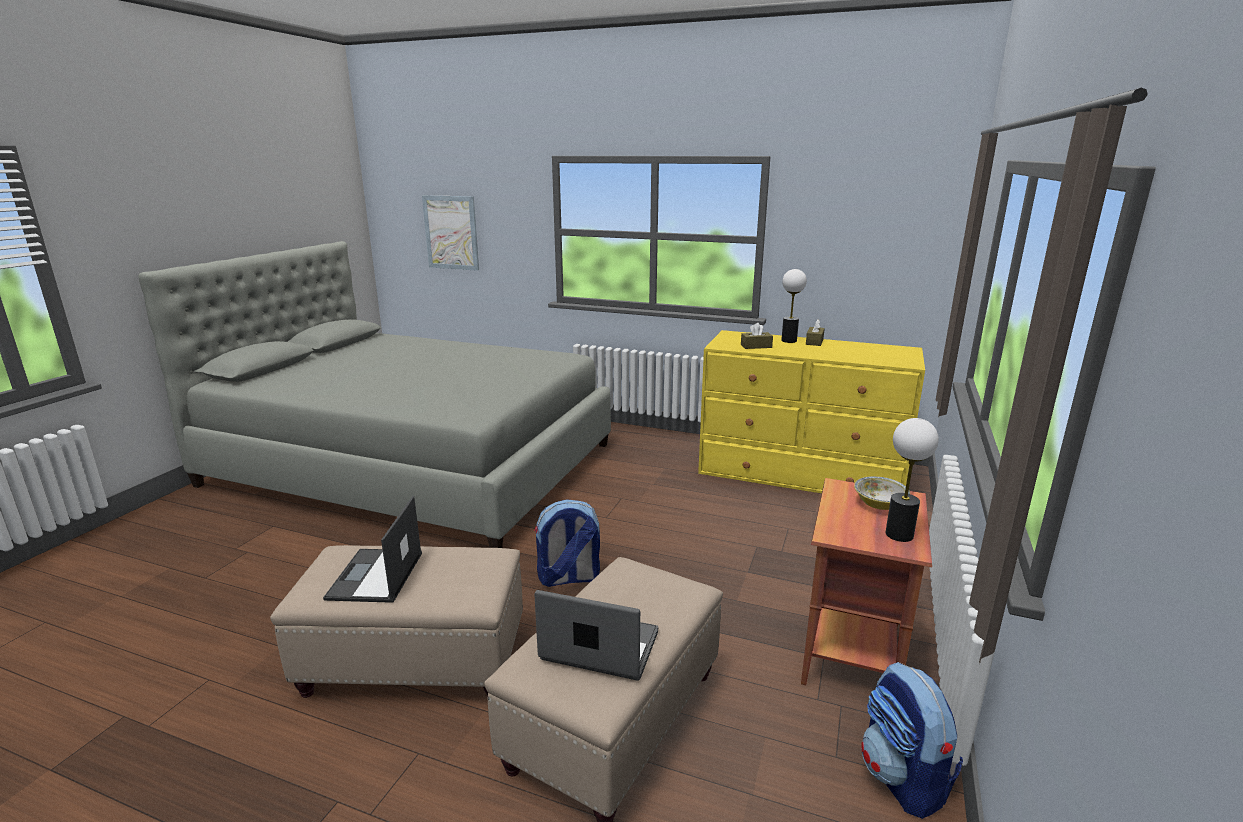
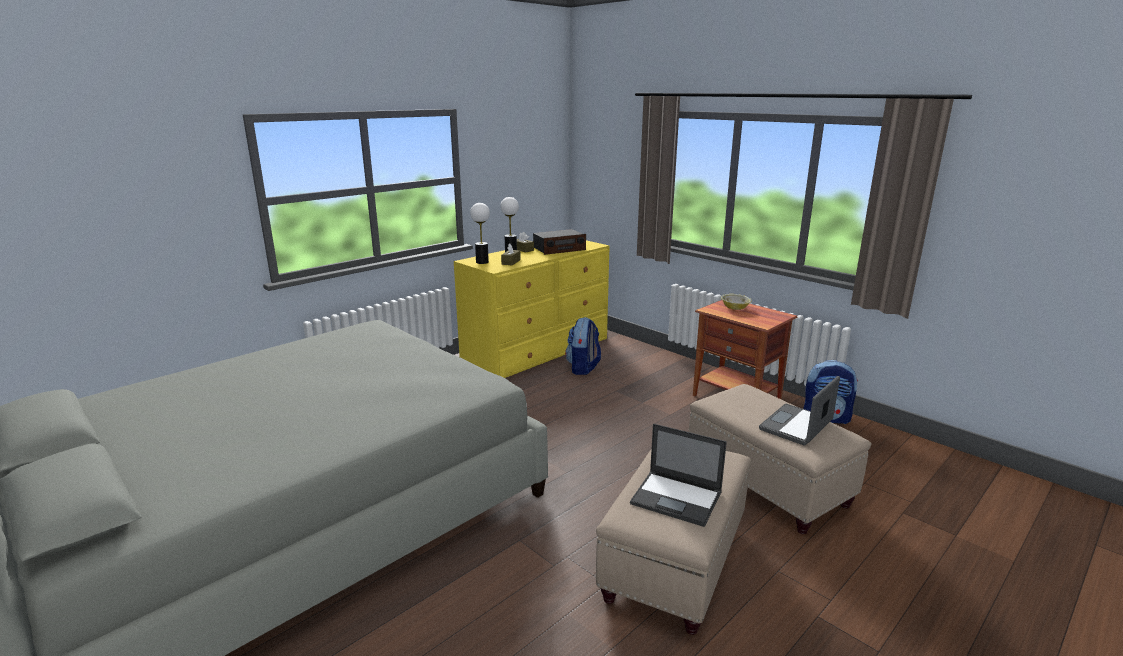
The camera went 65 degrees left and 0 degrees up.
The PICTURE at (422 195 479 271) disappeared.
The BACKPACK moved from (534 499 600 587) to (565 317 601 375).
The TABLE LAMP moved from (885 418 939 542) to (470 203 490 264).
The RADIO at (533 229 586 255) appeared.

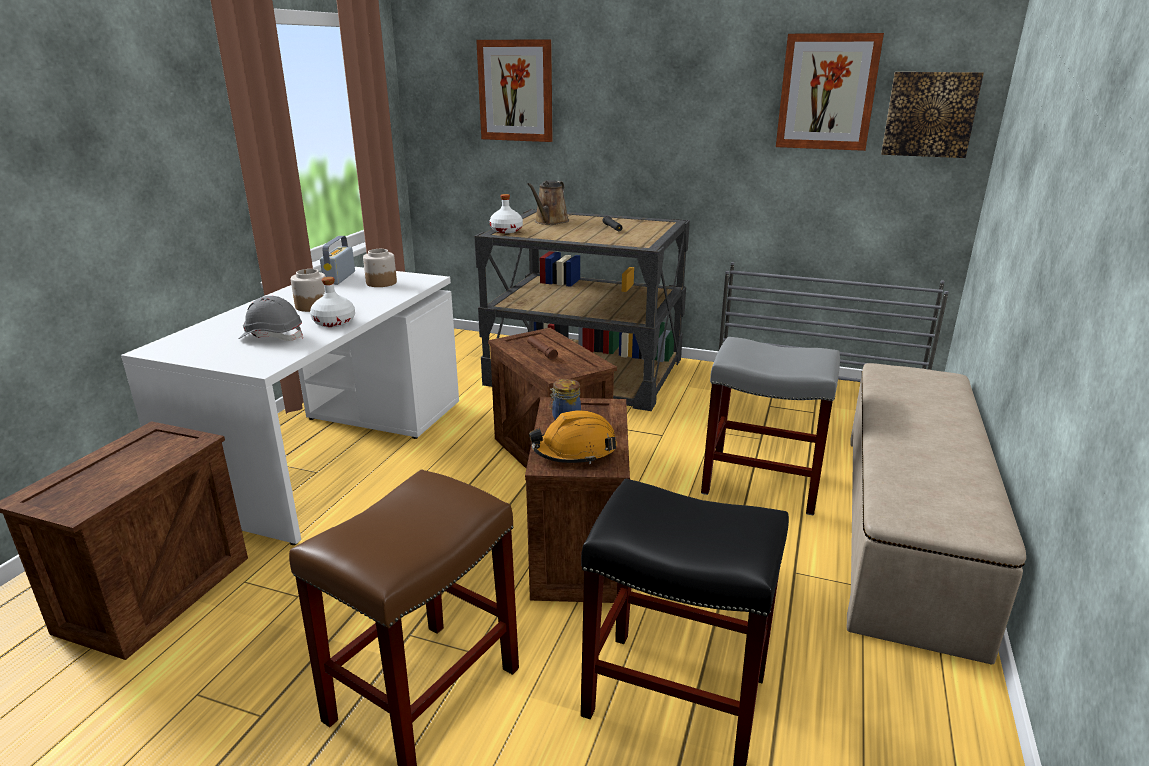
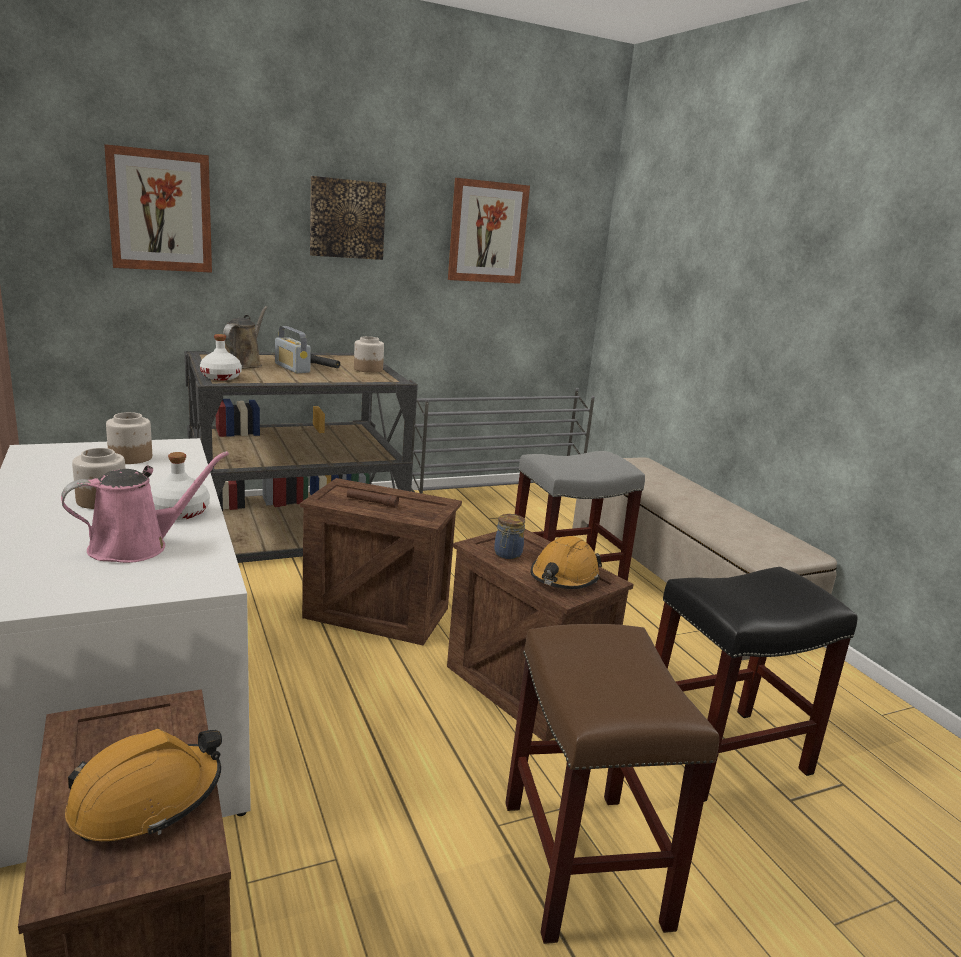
The camera went 45 degrees left and 5 degrees down.
The GREY HARD HAT at (239 296 303 341) was replaced by the PINK WATERING CAN at (61 451 229 563).
The RADIO moved from (320 236 355 285) to (275 326 311 373).
The BROWN WATERING CAN at (527 180 569 225) turned 150 degrees counterclockwise.
The PICTURE moved from (881 72 984 158) to (310 176 386 260).
The ORANGE HARD HAT at (65 729 222 842) appeared.
The JAR at (354 336 384 373) appeared.

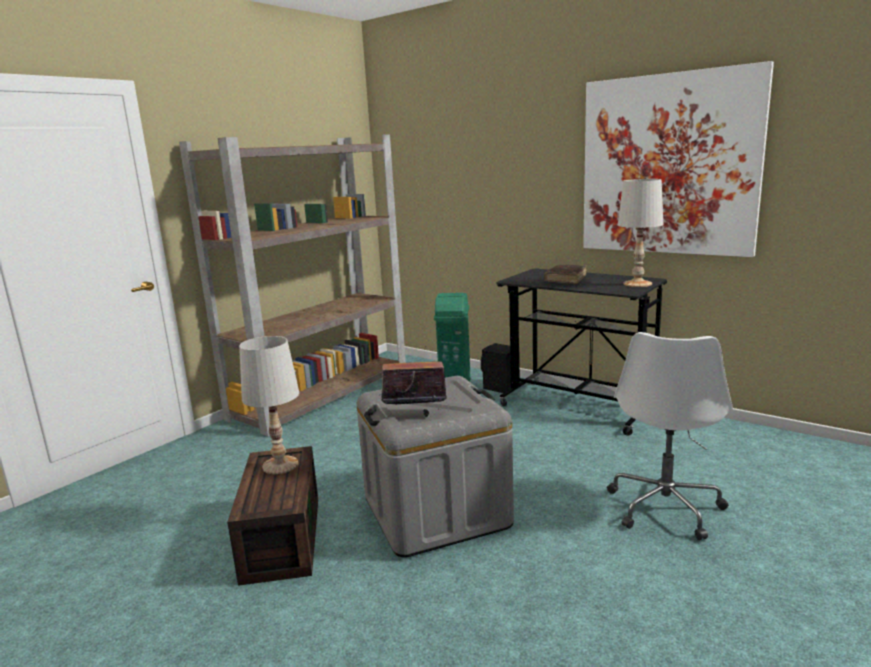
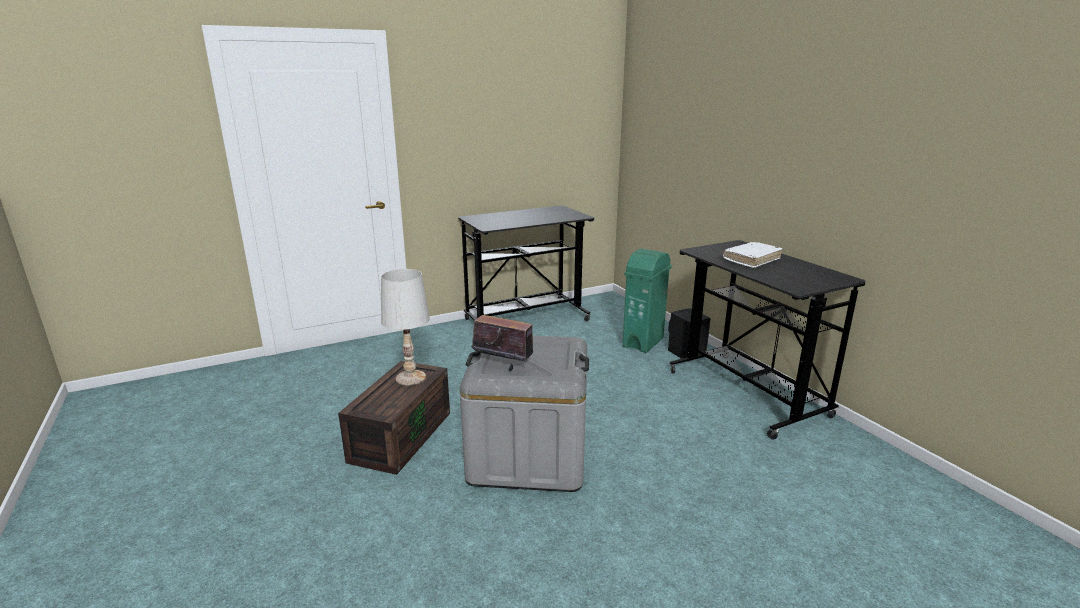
The camera went 25 degrees right and 5 degrees up.
The BROWN BOOKCASE at (179 134 406 437) was replaced by the BLACK DESK at (458 205 594 321).
The BROWN BOOK at (544 264 586 284) became the WHITE BOOK at (723 242 782 268).
The PICTURE at (583 61 774 257) disappeared.
The WHITE OFFICE CHAIR at (607 332 733 540) disappeared.
The WHITE TABLE LAMP at (618 179 664 287) disappeared.

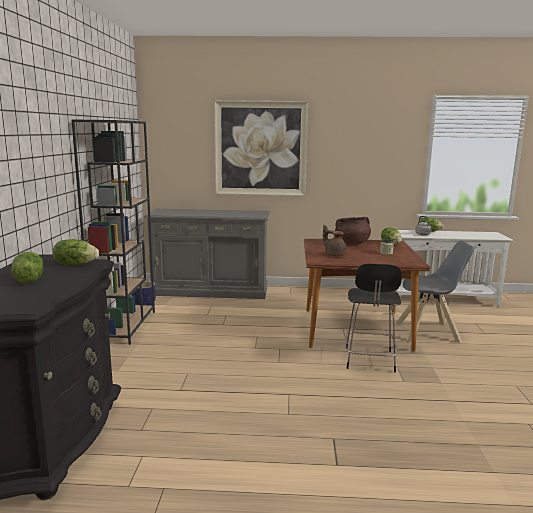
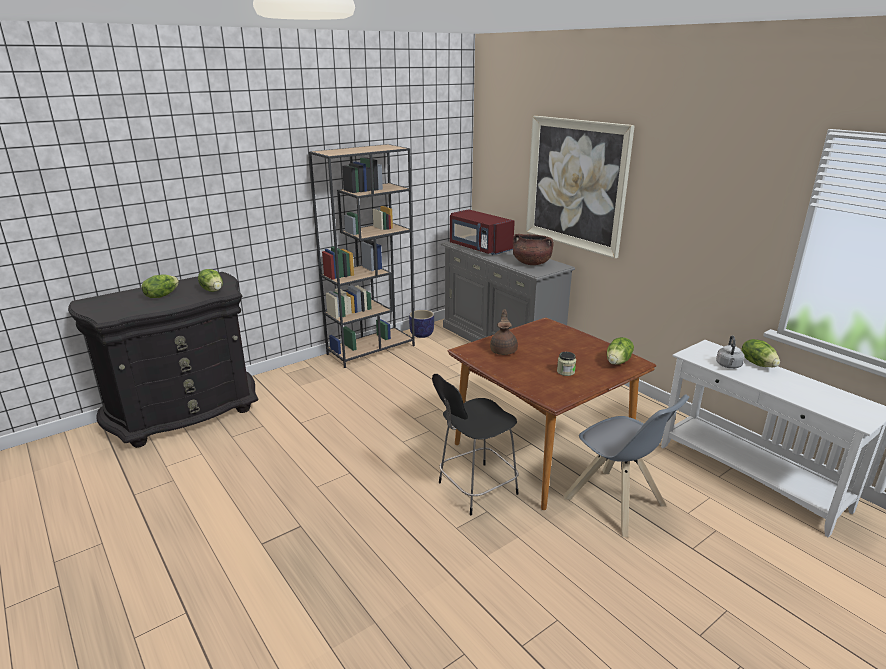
The camera went 50 degrees right and 10 degrees up.
The BROWN COOKING POT moved from (335 217 371 244) to (513 234 554 265).
The RED MICROWAVE at (450 209 515 255) appeared.

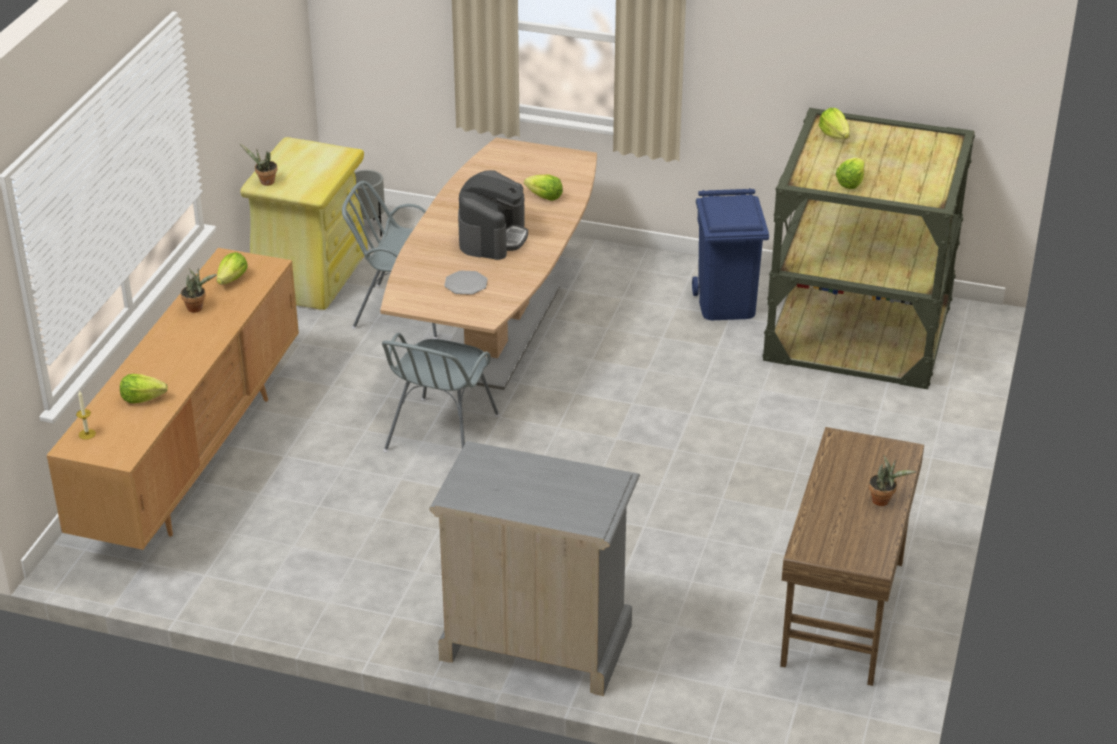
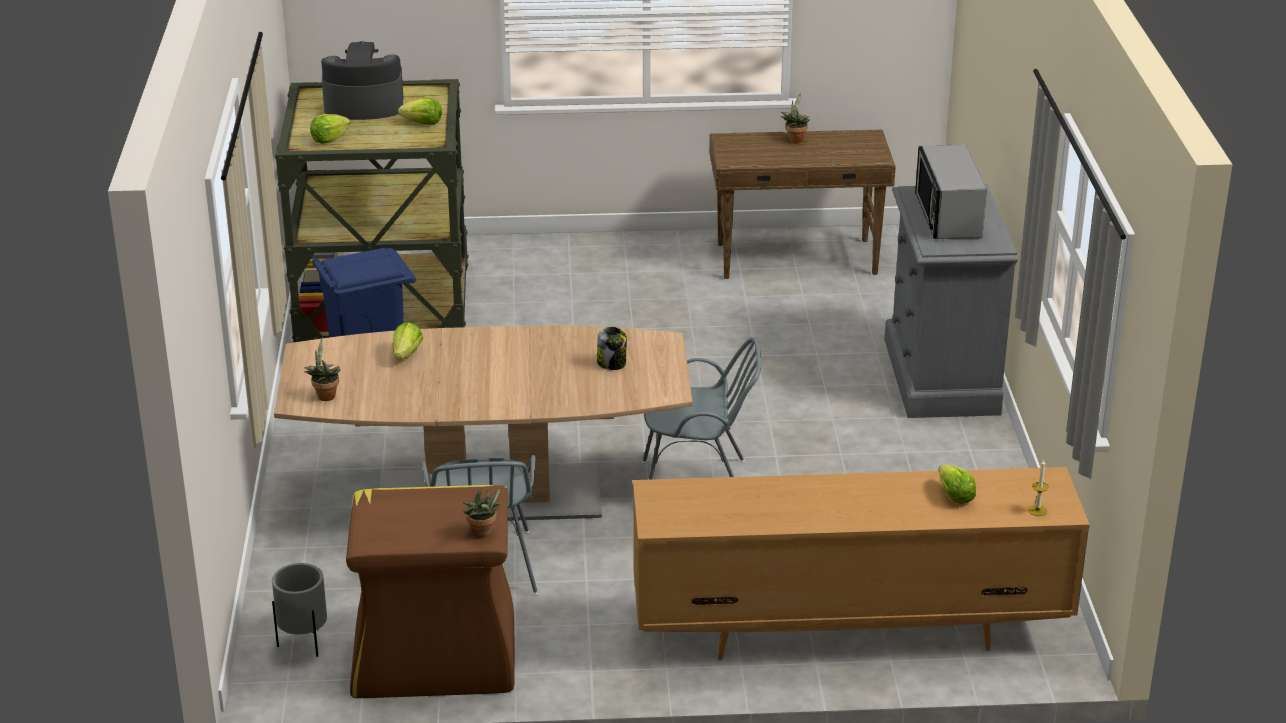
The camera went 110 degrees left and 5 degrees down.
The POTTED PLANT moved from (181 268 217 313) to (304 337 341 401).
The LETTUCE at (217 252 248 284) disappeared.
The YELLOW NIGHTSTAND at (240 137 368 310) became the BROWN NIGHTSTAND at (346 485 515 698).
The PLATE at (444 271 488 295) was replaced by the JAR at (597 327 627 370).
The COFFEE MACHINE moved from (458 170 528 260) to (321 41 404 120).
The MICROWAVE at (915 144 987 239) appeared.

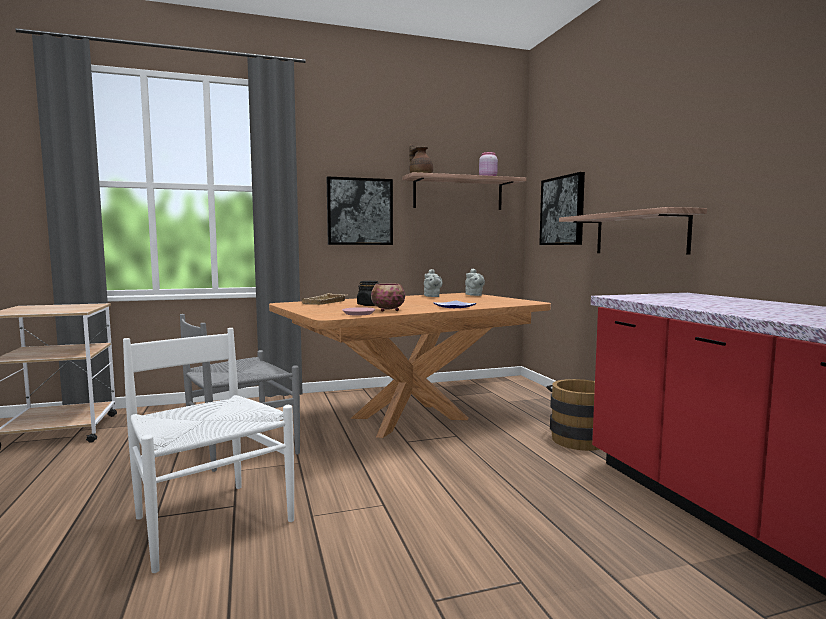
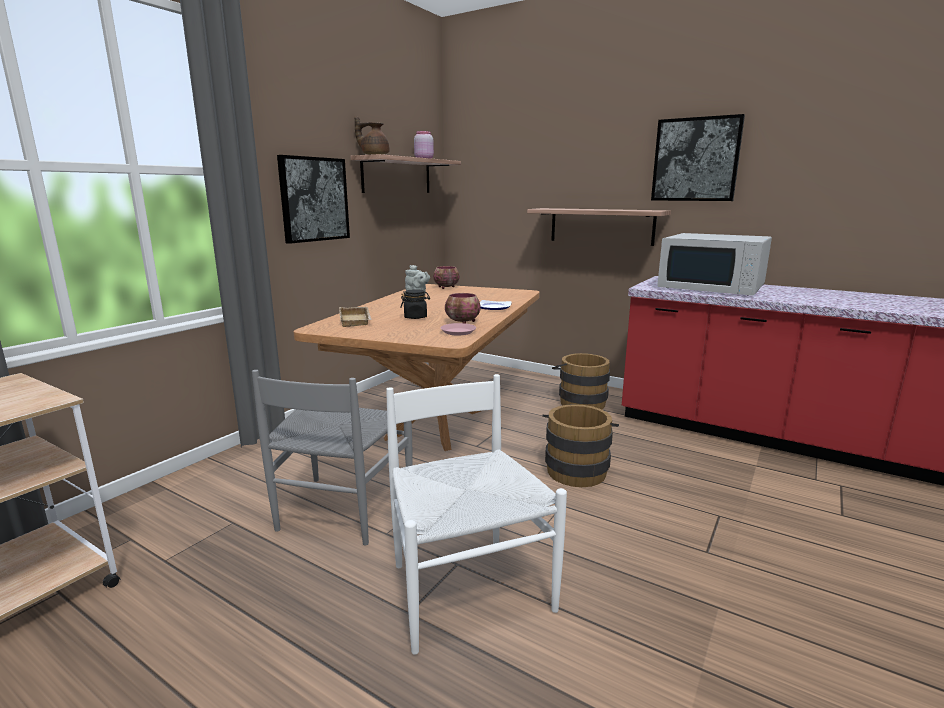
The camera went 40 degrees left and 10 degrees up.
The WHITE CHAIR at (123 328 294 573) turned 60 degrees clockwise.
The GREY TEAPOT at (465 268 485 296) was replaced by the BOWL at (433 266 459 289).
The PICTURE moved from (539 172 585 245) to (651 114 745 201).
The BROWN BUCKET at (542 404 619 487) appeared.
The WHITE MICROWAVE at (657 233 772 296) appeared.

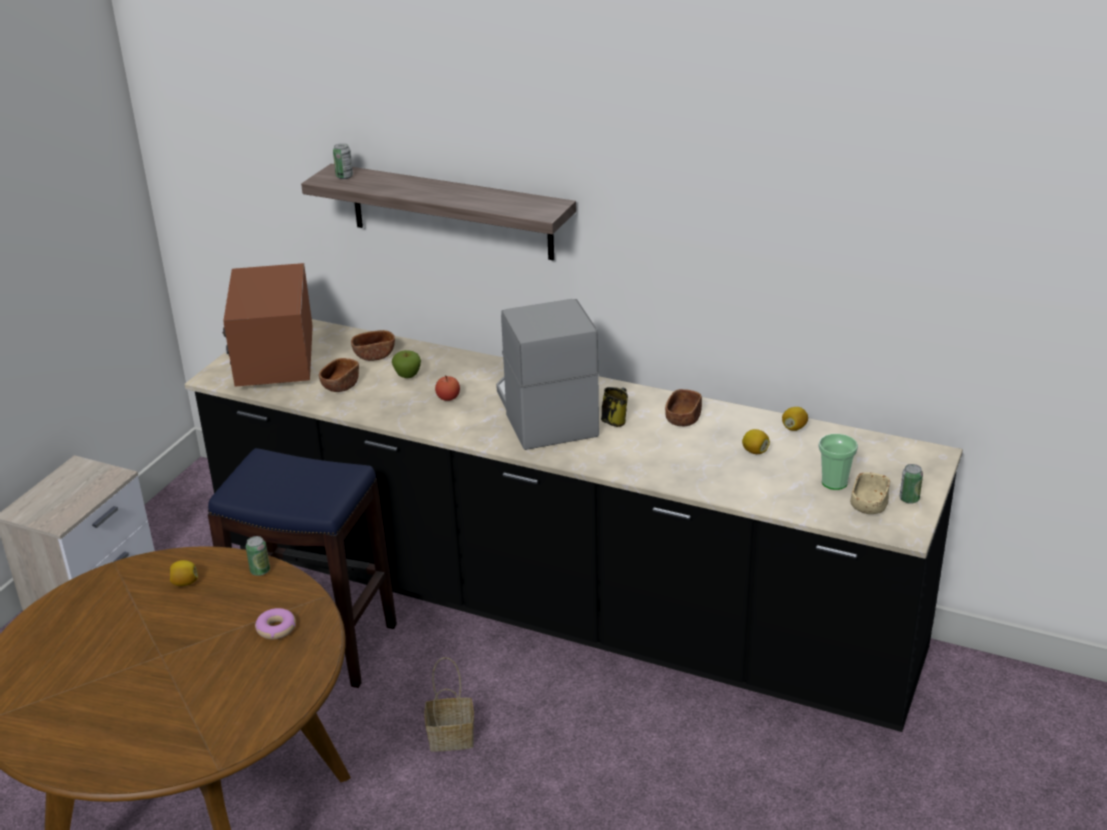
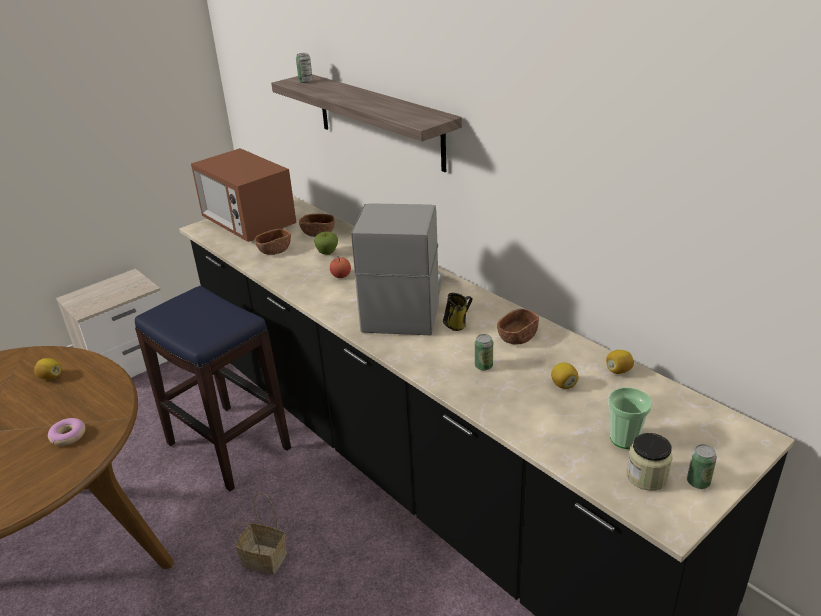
The camera went 25 degrees right and 0 degrees up.
The MICROWAVE at (222 263 313 387) turned 60 degrees counterclockwise.
The CAN moved from (246 536 270 576) to (475 334 493 371).
The BEIGE BOWL at (850 472 890 514) was replaced by the JAR at (626 433 672 491).

